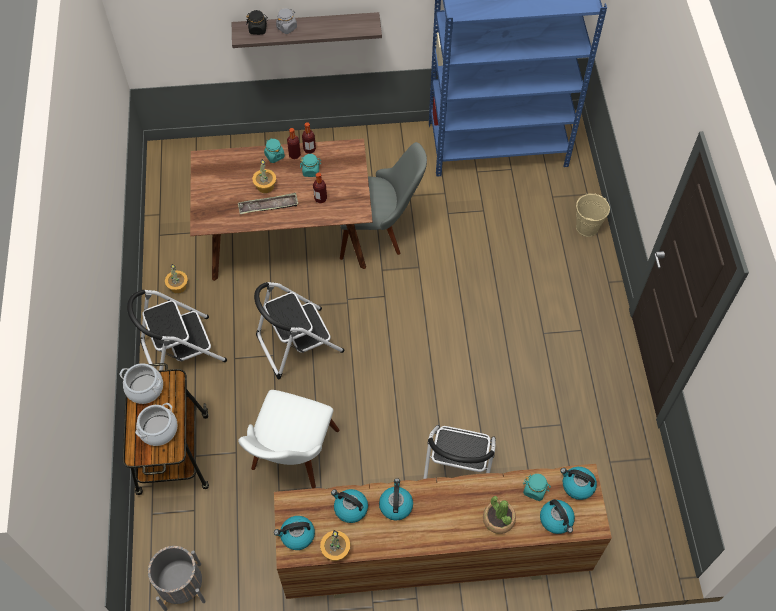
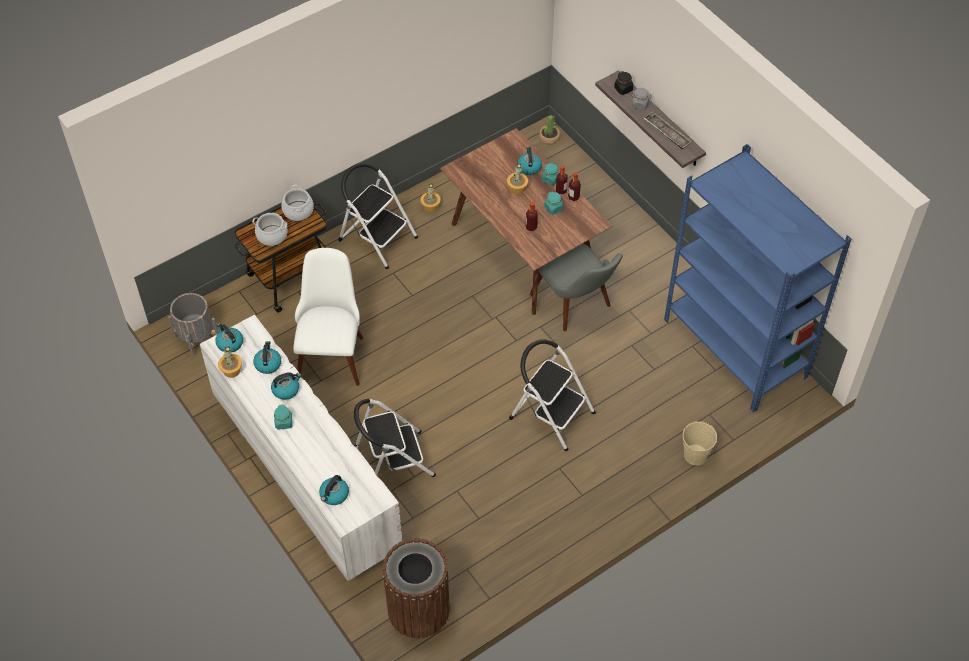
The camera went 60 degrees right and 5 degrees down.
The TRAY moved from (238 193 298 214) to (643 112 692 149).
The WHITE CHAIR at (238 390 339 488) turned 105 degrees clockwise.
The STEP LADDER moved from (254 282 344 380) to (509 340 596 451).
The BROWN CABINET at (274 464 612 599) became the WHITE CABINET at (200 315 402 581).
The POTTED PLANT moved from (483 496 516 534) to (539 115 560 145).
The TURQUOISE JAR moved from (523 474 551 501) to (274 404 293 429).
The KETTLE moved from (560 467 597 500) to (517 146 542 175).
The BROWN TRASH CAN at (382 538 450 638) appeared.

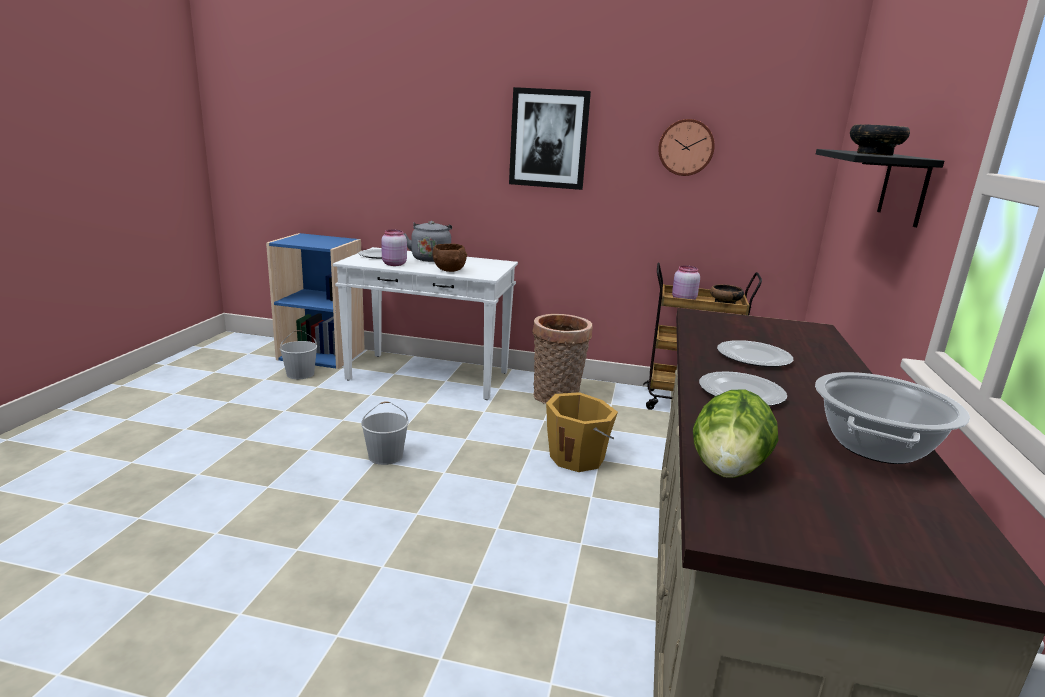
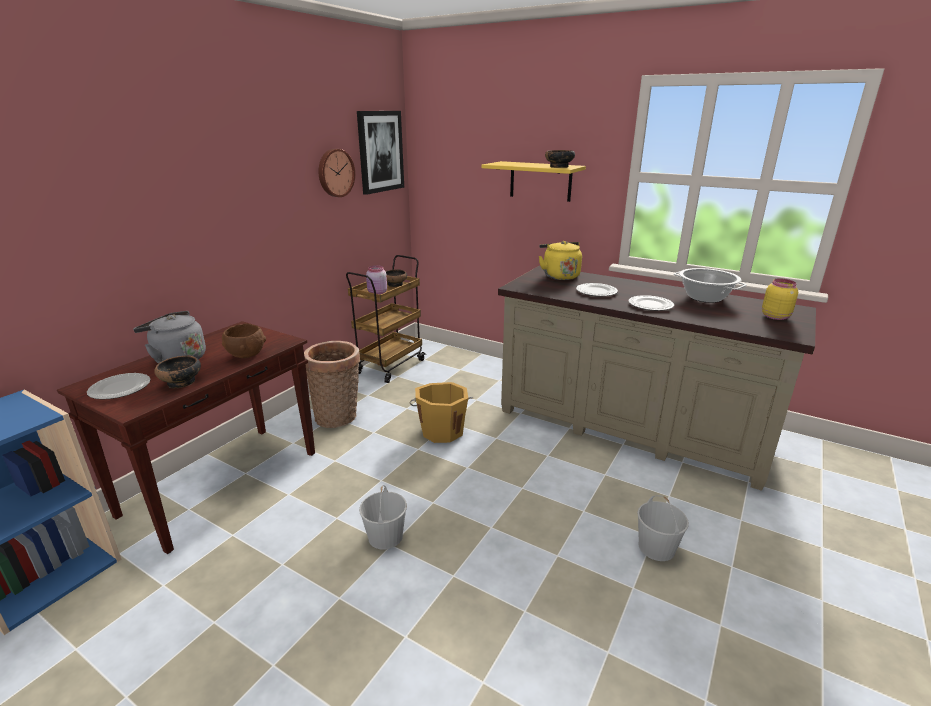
The camera went 70 degrees left and 5 degrees up.
The WHITE BUCKET moved from (280 330 317 379) to (637 495 689 561).
The WHITE CONSOLE TABLE at (333 247 518 400) became the BROWN CONSOLE TABLE at (57 321 315 554).
The PINK JAR at (381 230 407 266) was replaced by the BOWL at (154 356 201 388).
The PICTURE moved from (509 87 591 190) to (357 111 404 195).
The LETTUCE at (693 389 778 478) disappeared.
The BLACK SHELF at (816 149 944 227) became the YELLOW SHELF at (481 161 586 202).
The YELLOW KETTLE at (539 241 582 280) appeared.
The YELLOW JAR at (762 278 798 320) appeared.

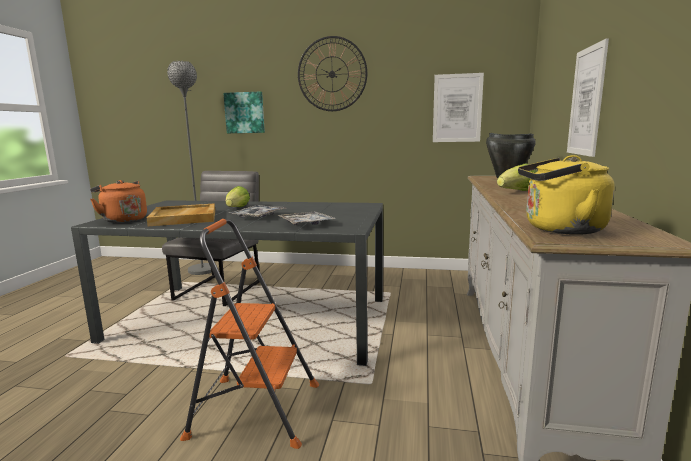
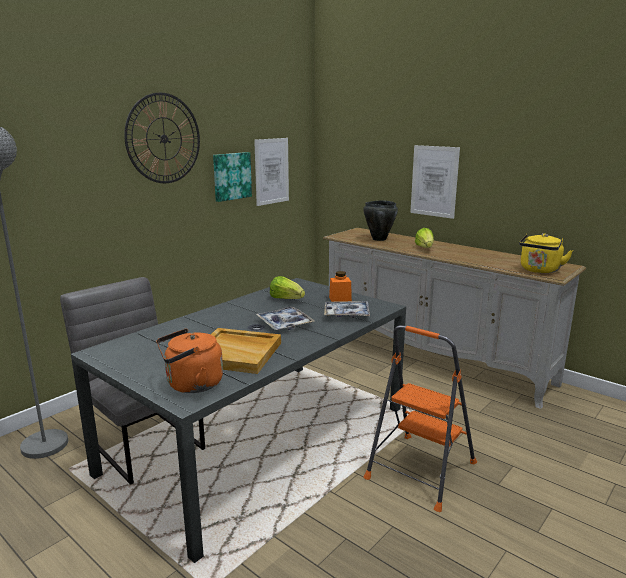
The camera went 60 degrees left and 5 degrees up.
The PICTURE moved from (223 92 265 133) to (213 152 252 202).
The LETTUCE moved from (226 186 250 207) to (270 276 305 299).
The ORANGE JAR at (329 271 352 302) appeared.

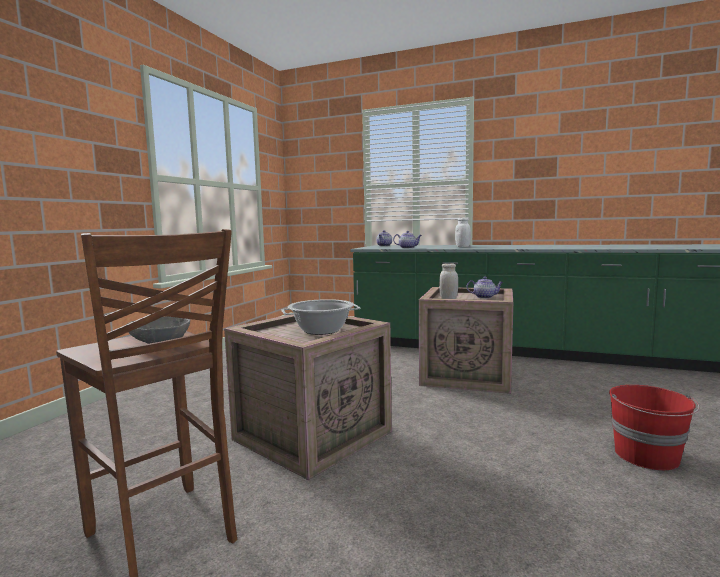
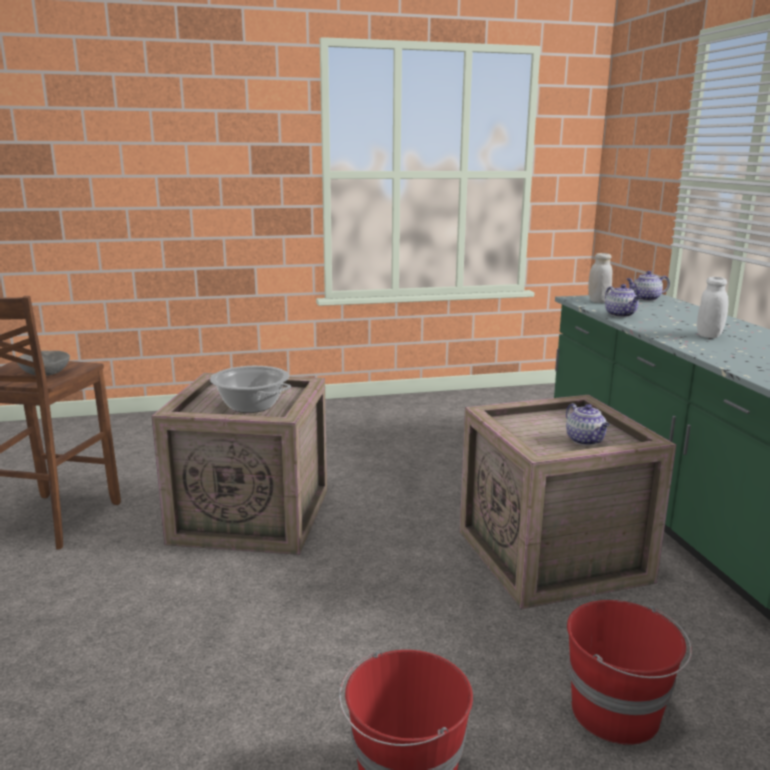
The camera went 55 degrees right and 10 degrees up.
The WHITE JAR moved from (439 263 458 299) to (588 253 612 303).
The RED BUCKET at (567 600 692 745) appeared.

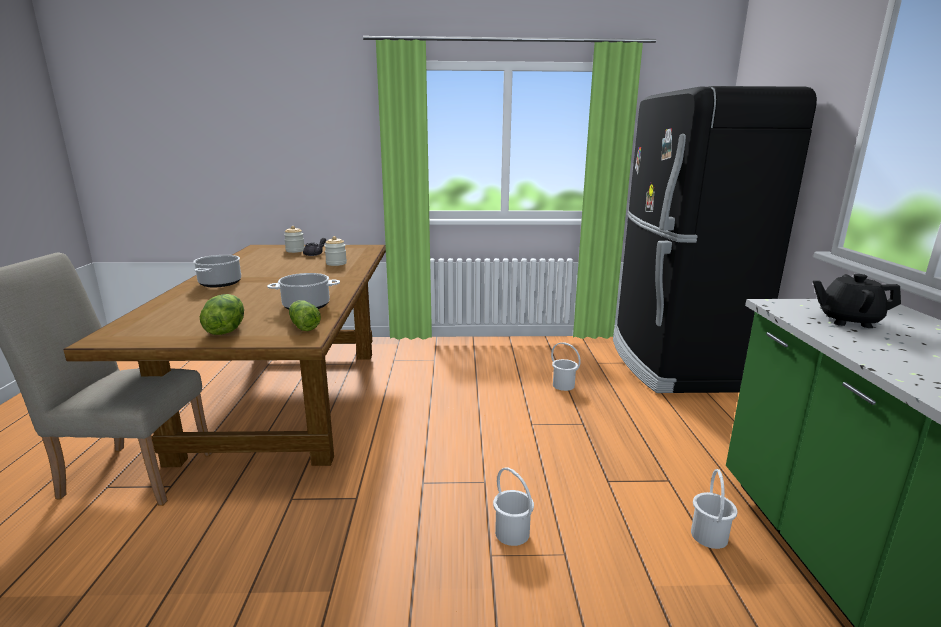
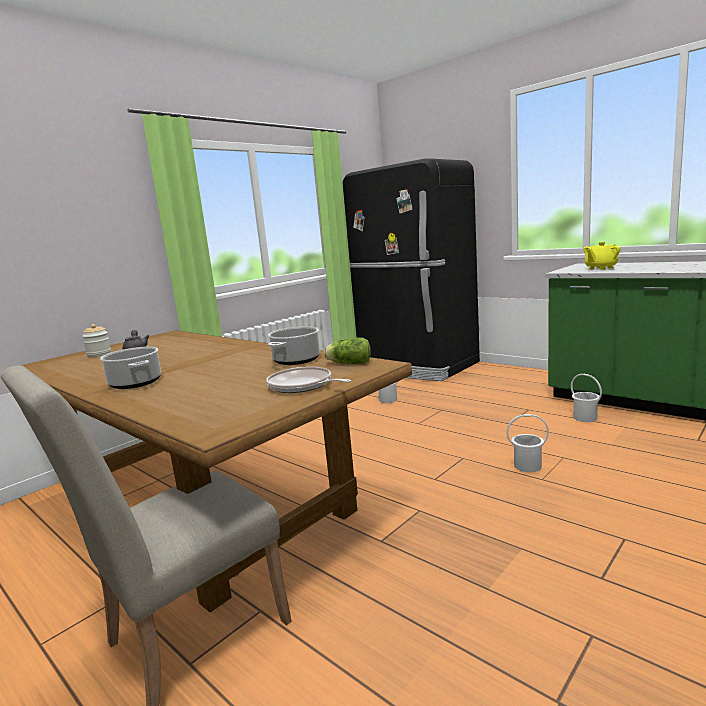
The camera went 45 degrees left and 5 degrees down.
The LETTUCE at (200 294 244 335) was replaced by the FRYING PAN at (266 367 351 393).
The JAR at (325 236 347 266) disappeared.
The BLACK TEAPOT at (813 274 901 328) became the YELLOW TEAPOT at (583 242 621 270).

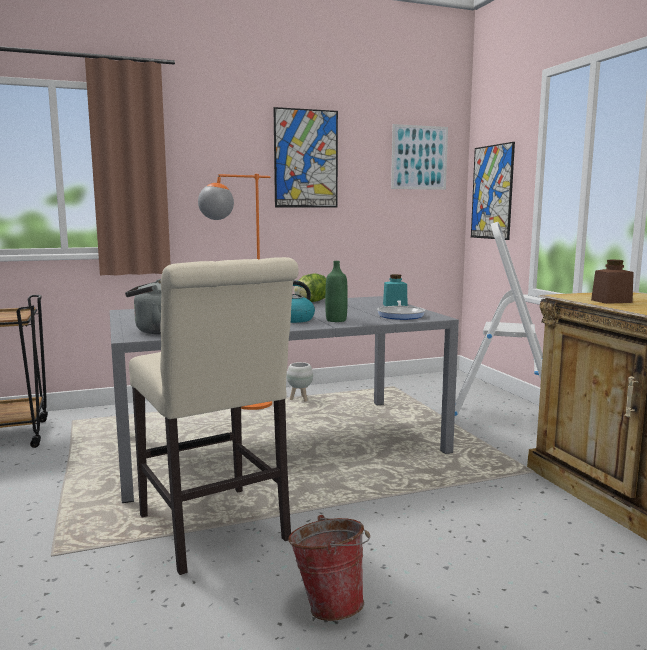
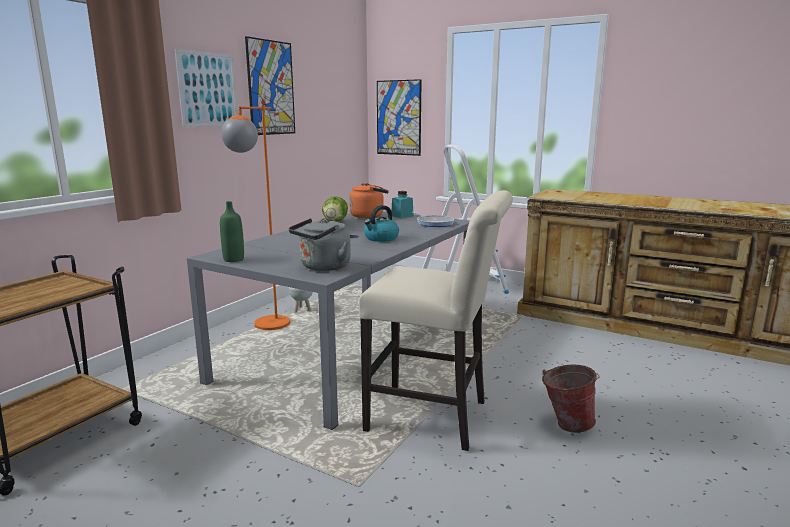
The camera went 40 degrees left and 5 degrees up.
The GREEN BOTTLE moved from (325 261 348 322) to (220 201 244 262).
The PICTURE moved from (391 124 448 190) to (175 49 237 127).
The BROWN JAR at (591 260 634 304) disappeared.
The ORANGE KETTLE at (349 183 389 218) appeared.

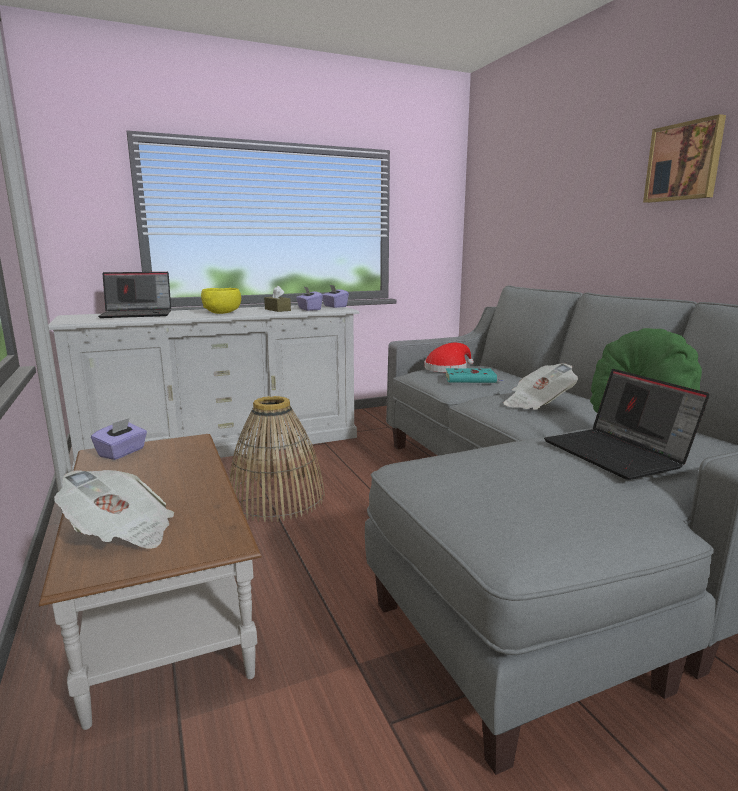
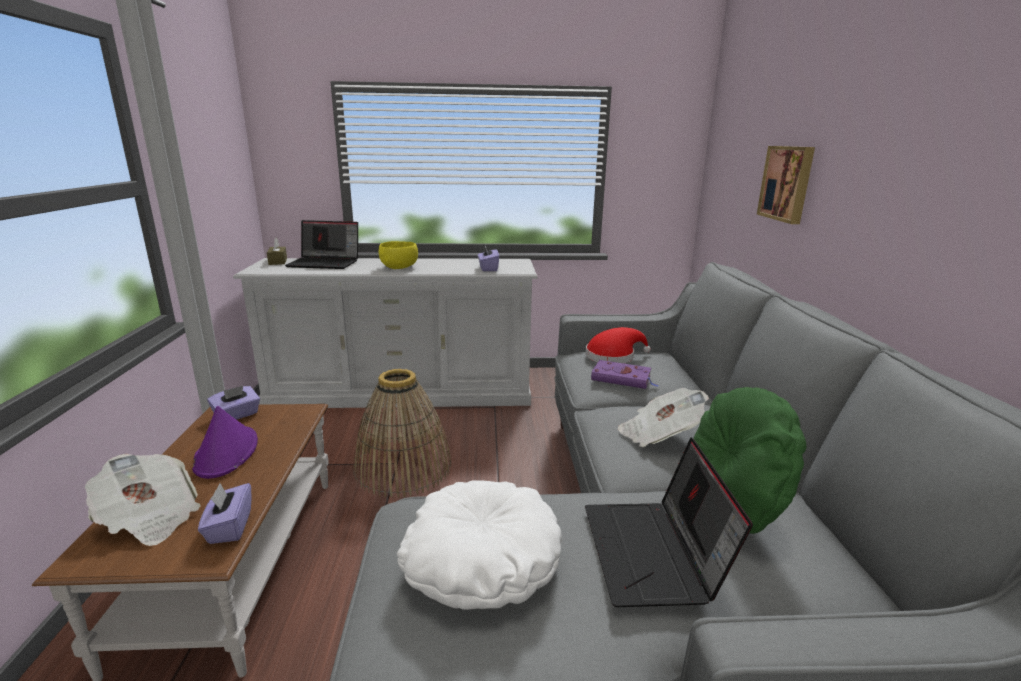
The camera went 20 degrees right and 5 degrees up.
The BROWN TISSUE BOX moved from (264 286 291 312) to (267 238 287 265).
The PURPLE TISSUE BOX moved from (322 285 349 308) to (198 483 252 544).
The TURQUOISE BOOK at (445 368 503 383) became the PURPLE BOOK at (591 360 659 389).
The PICTURE moved from (643 114 726 203) to (757 146 815 224).
The PURPLE HAT at (192 406 258 479) appeared.
The WHITE PILLOW at (397 480 562 610) appeared.

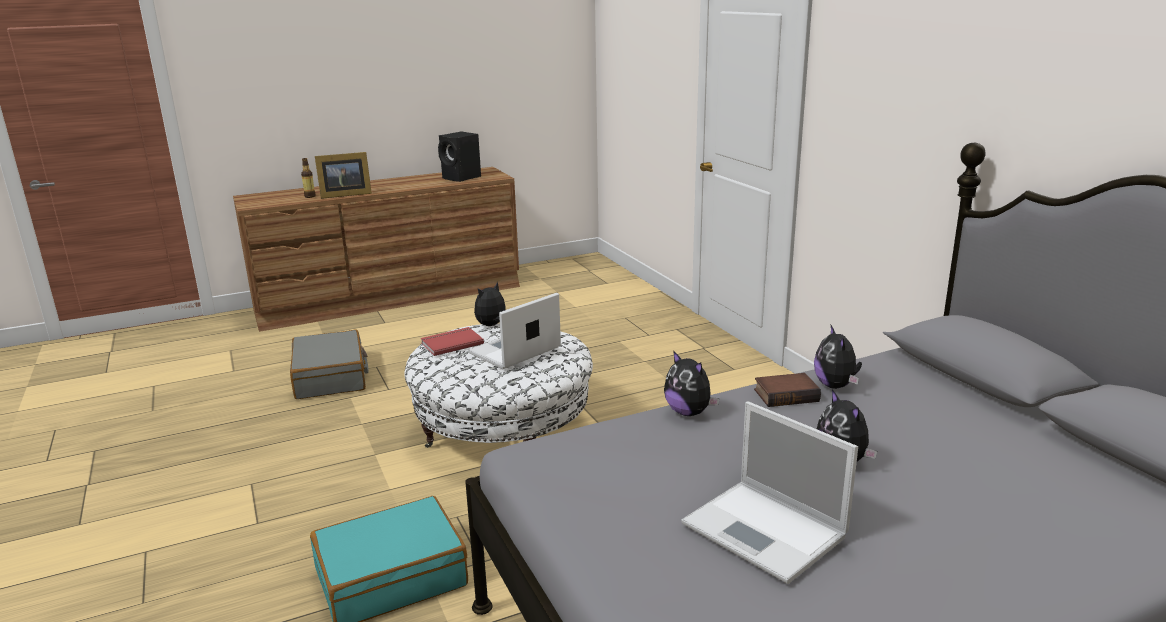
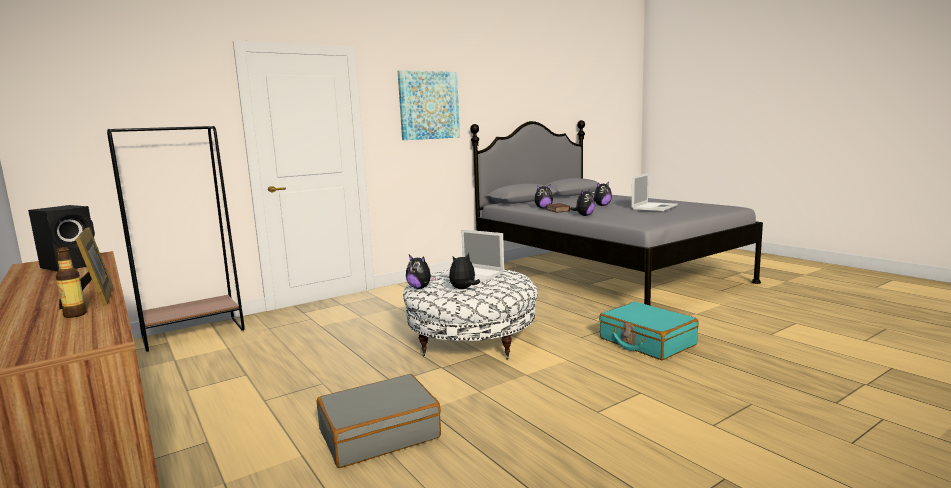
The camera went 100 degrees left and 10 degrees down.
The RED BOOK at (421 327 484 356) was replaced by the PLUSH TOY at (449 253 480 289).
The CLOTHES RACK at (107 126 245 352) appeared.
The PICTURE at (398 70 460 140) appeared.

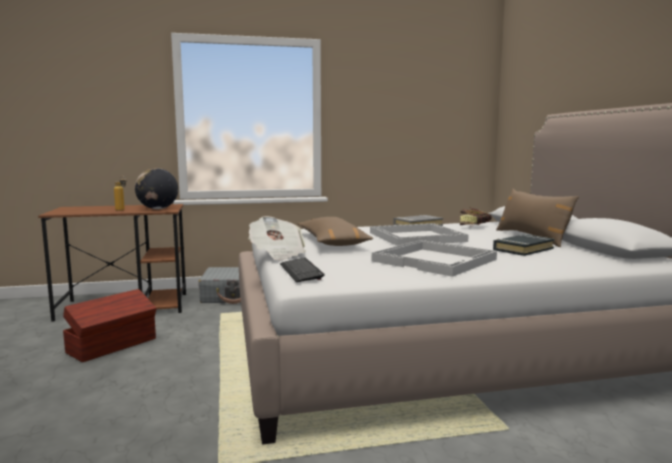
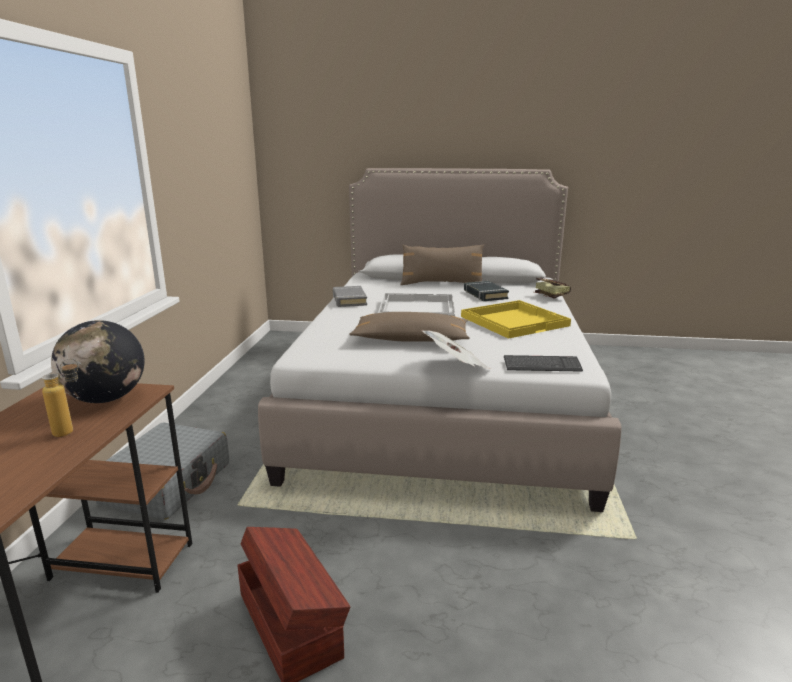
The camera went 70 degrees left and 10 degrees up.
The WHITE TRAY at (372 240 497 277) became the YELLOW TRAY at (461 300 571 339).
The BOOK moved from (460 208 492 226) to (534 278 571 299).

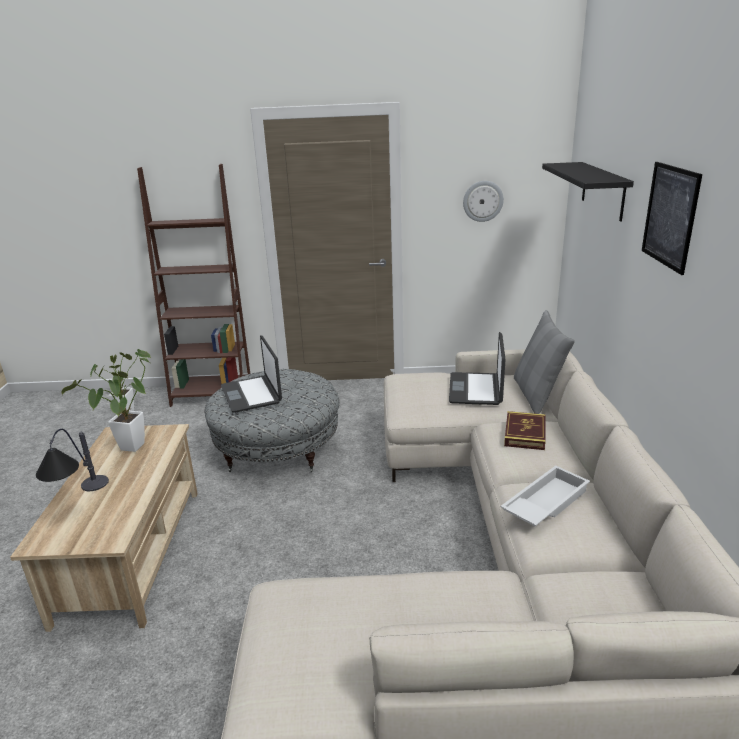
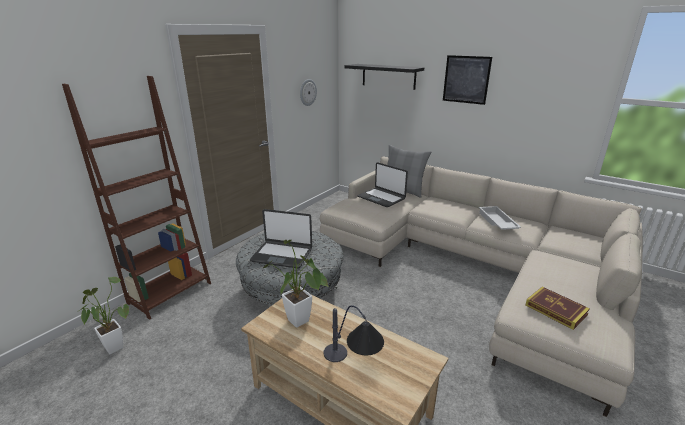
The camera went 55 degrees left and 0 degrees up.
The BOOK moved from (504 411 546 450) to (525 287 590 330).

